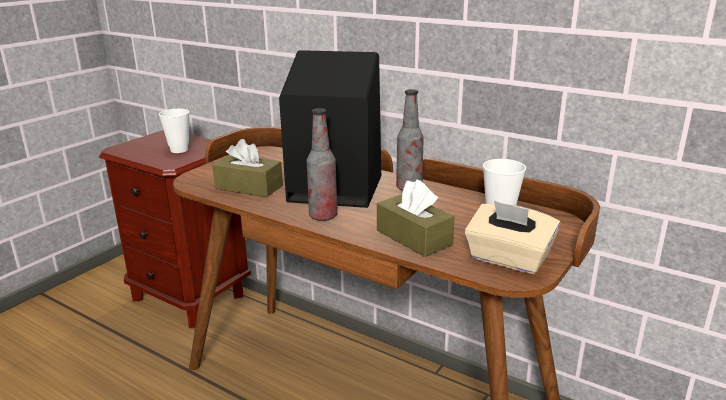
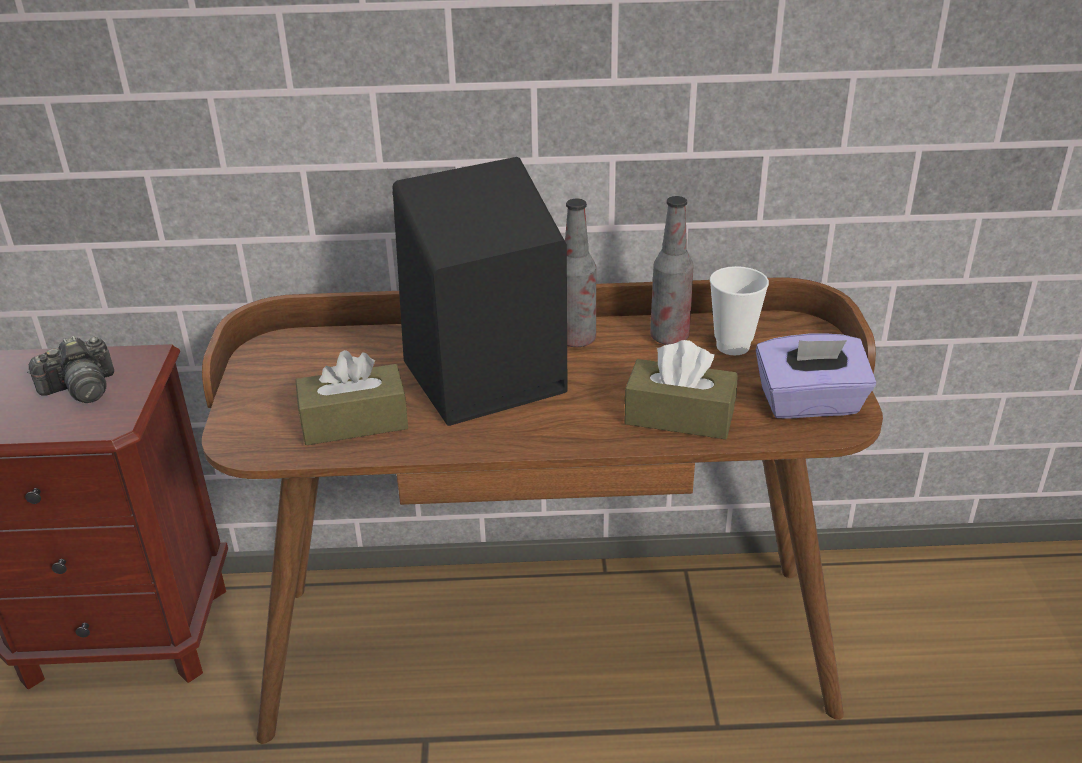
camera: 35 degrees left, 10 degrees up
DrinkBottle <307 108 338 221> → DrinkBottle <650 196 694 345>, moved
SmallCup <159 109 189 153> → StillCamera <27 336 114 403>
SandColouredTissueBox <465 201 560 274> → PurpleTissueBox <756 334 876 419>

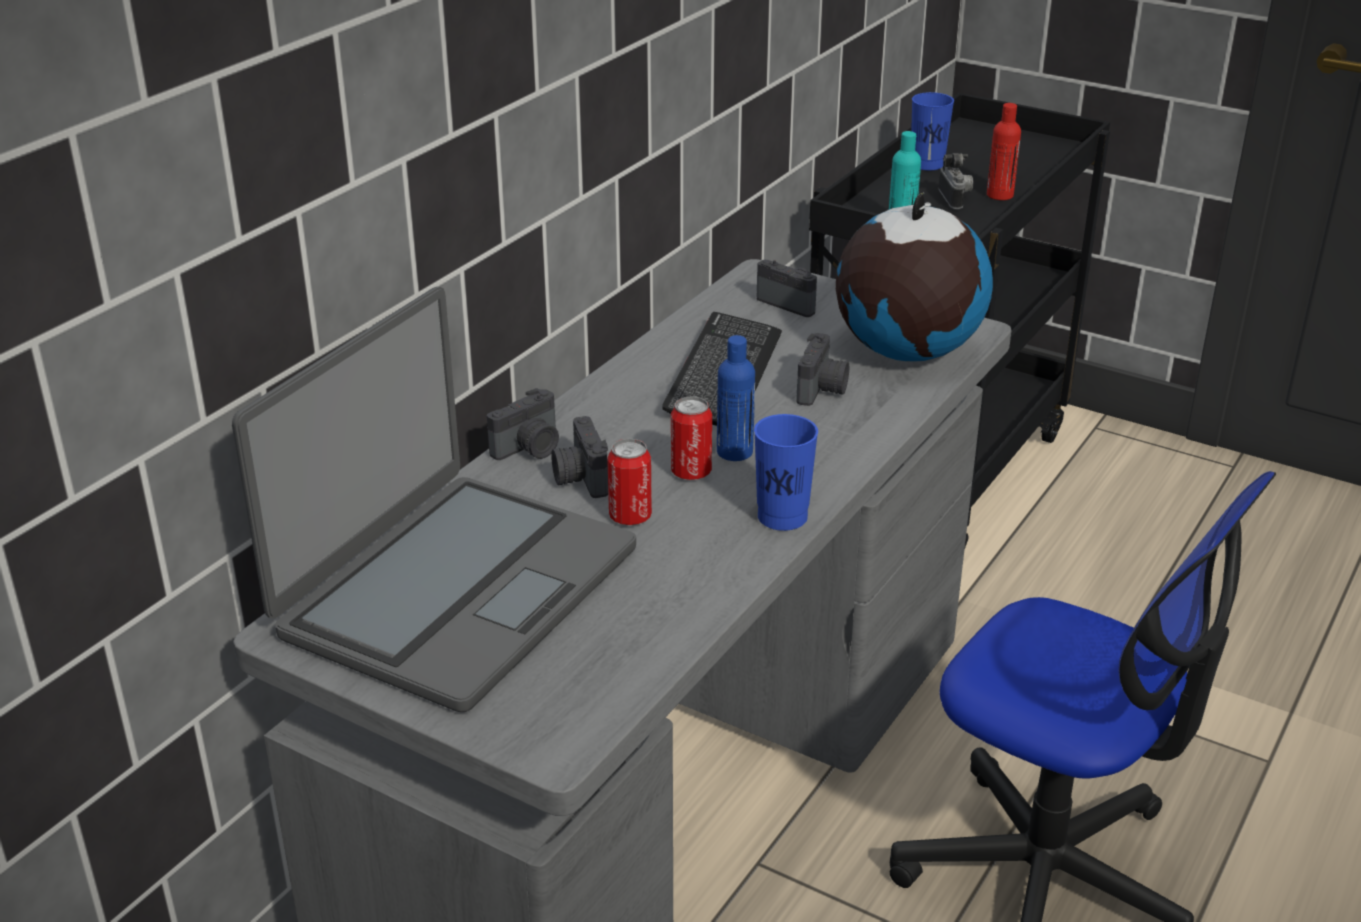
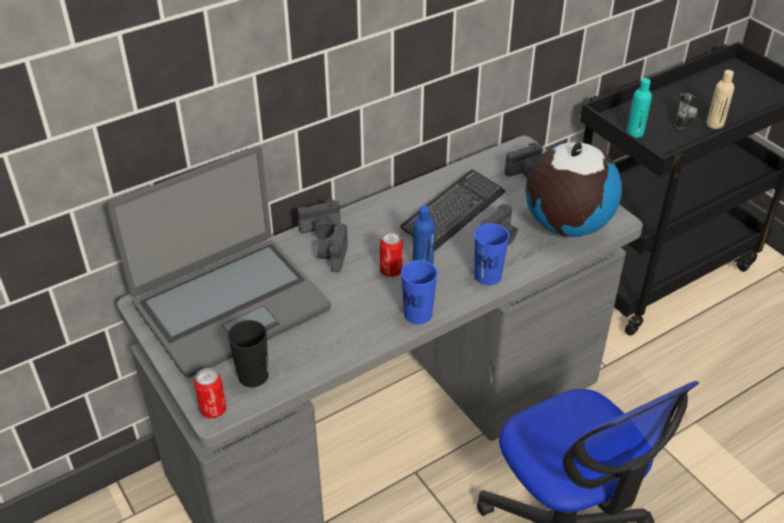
camera: 25 degrees right, 10 degrees up
- → BlackishSmallCup <228 320 269 387>
MetalCan <607 438 652 525> → MetalCan <194 368 226 418>, moved
BlueColouredSmallCup <911 92 954 171> → BlueColouredSmallCup <474 223 509 285>, moved
RedDrinkBottle <987 103 1021 200> → SandColouredDrinkBottle <706 70 734 129>
StillCamera <757 260 817 317> → StillCamera <505 142 543 178>, 90 degrees clockwise

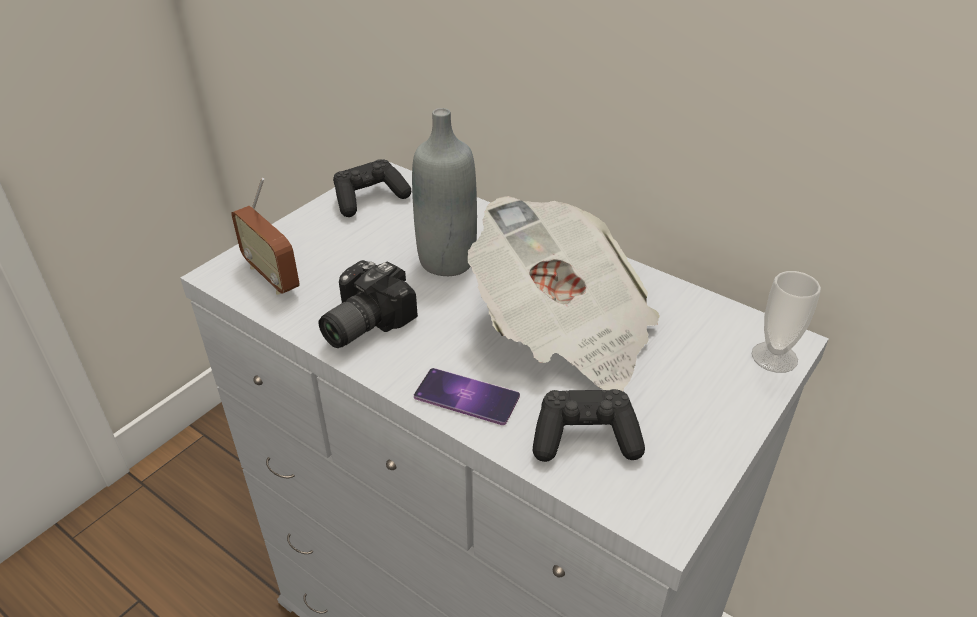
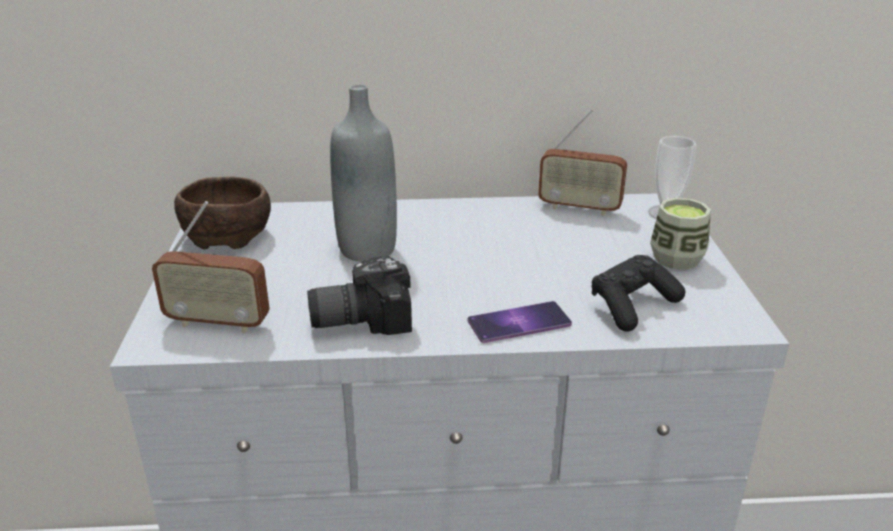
camera: 40 degrees left, 10 degrees down
PrintedPaper <468 196 660 391> → -
- → RadioSet <538 109 627 216>
- → SmallCup <650 198 711 270>
BlackishJoypad <333 159 411 217> → BrownServingBowl <174 176 271 249>
StillCamera <318 260 418 348> → StillCamera <307 256 412 335>, 75 degrees clockwise

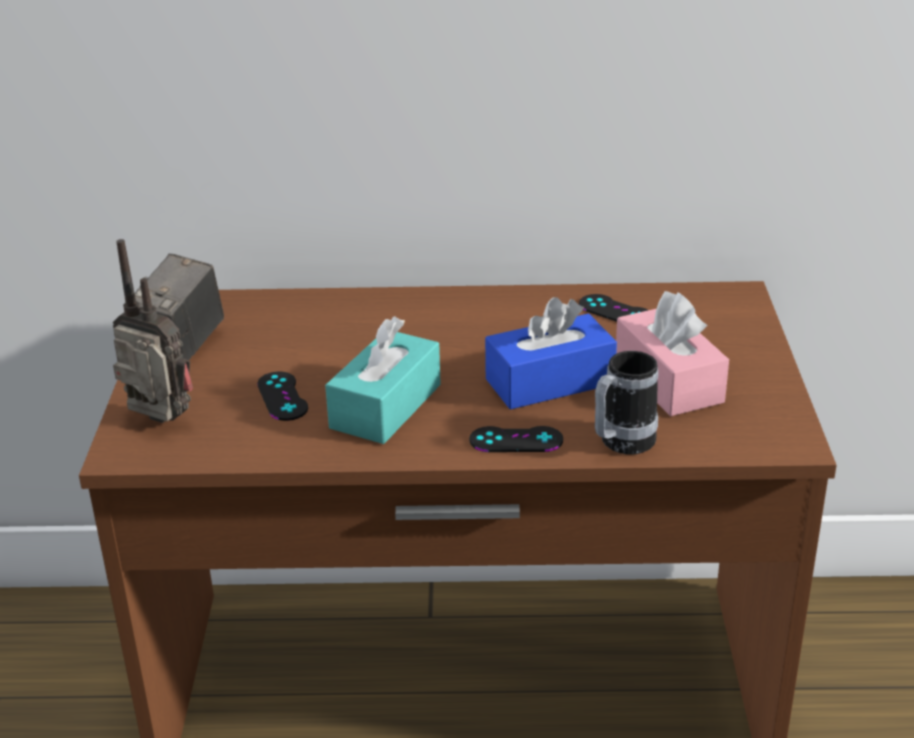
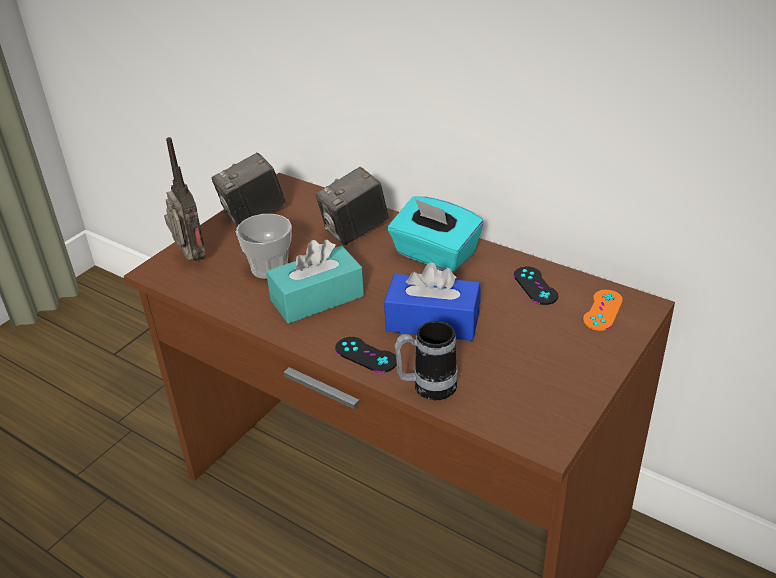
camera: 35 degrees right, 5 degrees up
PinkTissueBox <616 291 729 416> → -
- → StillCamera <315 167 389 246>
- → BlueGreenTissueBox <388 196 484 273>
- → OrangeColouredJoypad <583 290 623 331>
BlackishJoypad <257 372 308 421> → SmallCup <236 214 292 279>

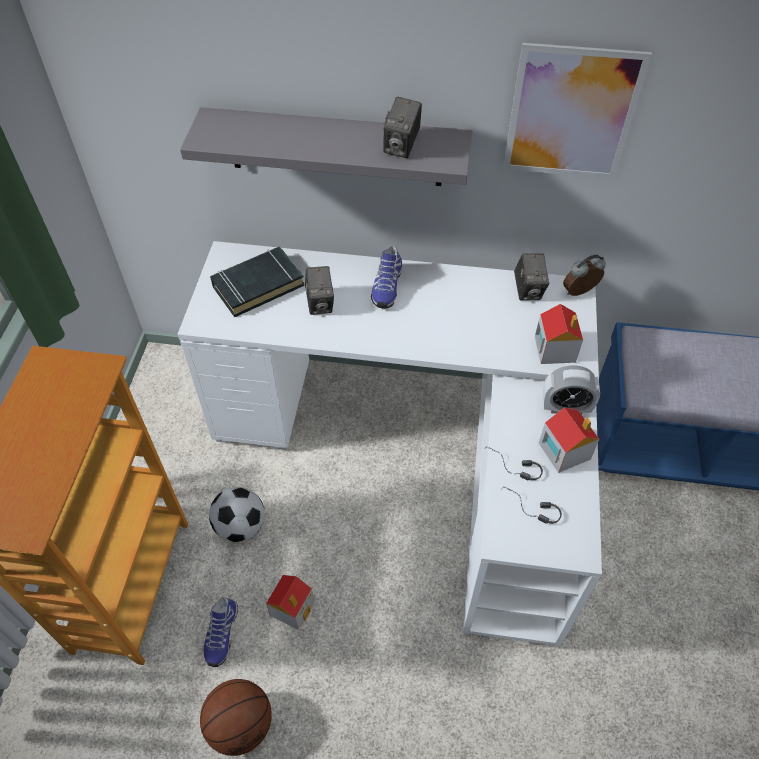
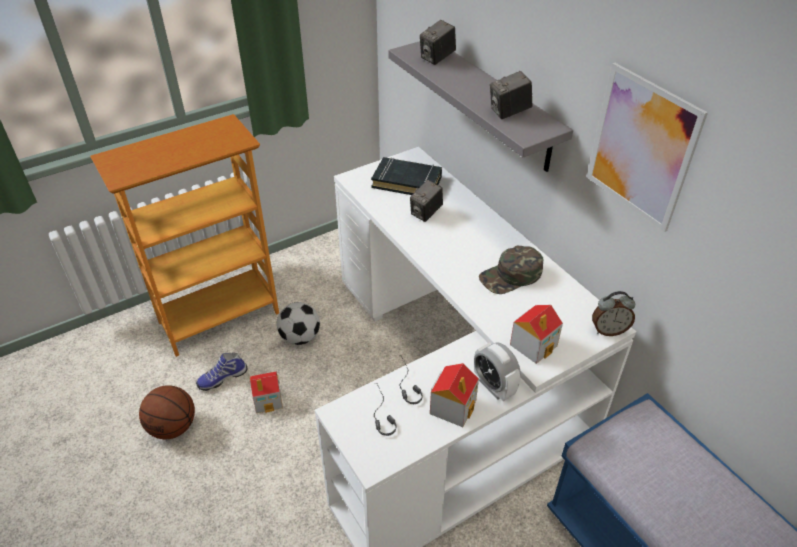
camera: 50 degrees right, 10 degrees down
Shoe <371 245 402 308> → -
- → GreenColouredPeakedCap <479 245 543 294>
StillCamera <514 254 549 300> → StillCamera <420 20 456 65>, moved
BedsideClock <563 255 606 296> → BedsideClock <592 291 635 336>, 150 degrees clockwise

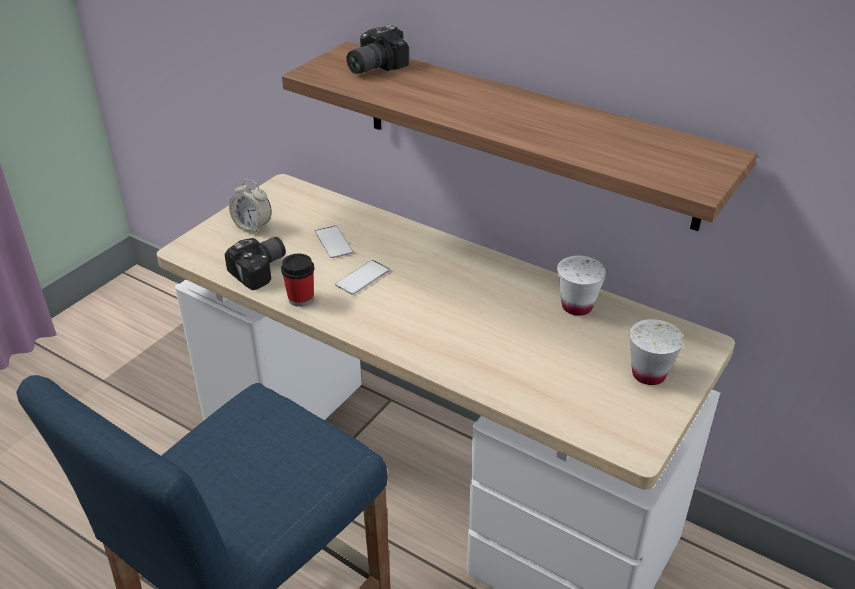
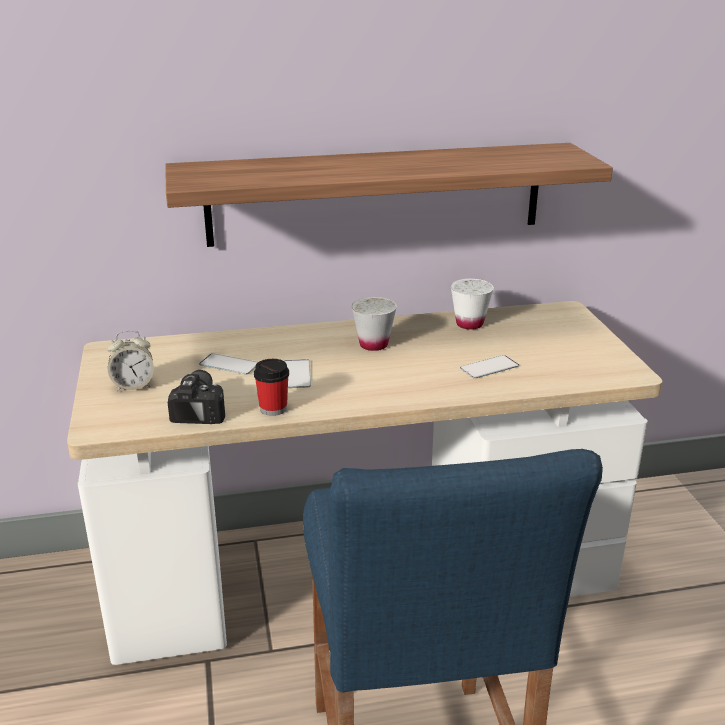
camera: 45 degrees left, 10 degrees down
StillCamera <346 25 409 74> → -
- → Telephone <460 355 519 379>
WhiteColouredSmallCup <629 319 684 385> → WhiteColouredSmallCup <352 297 397 351>, moved

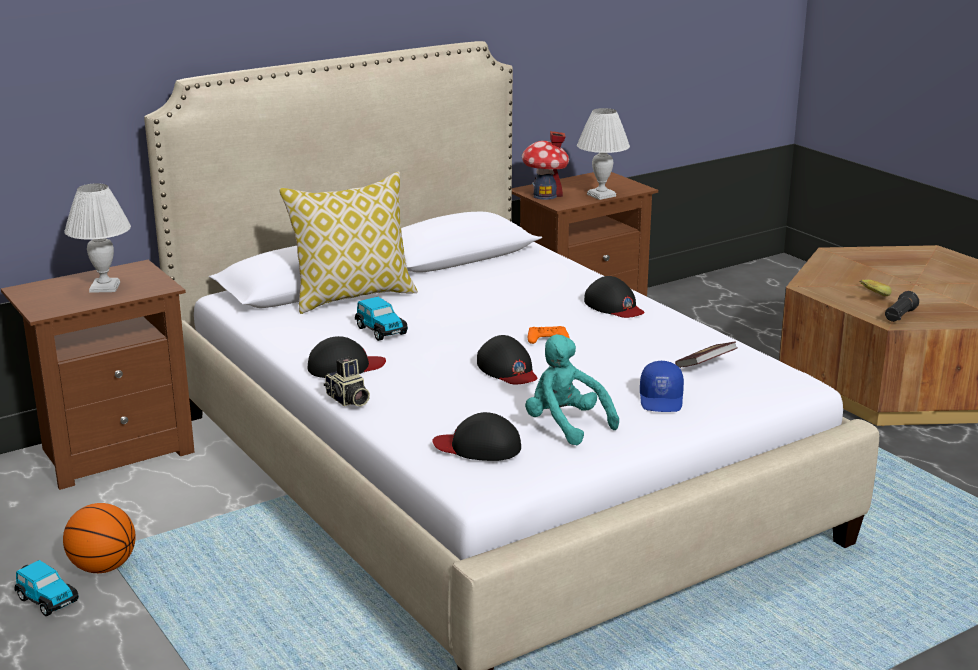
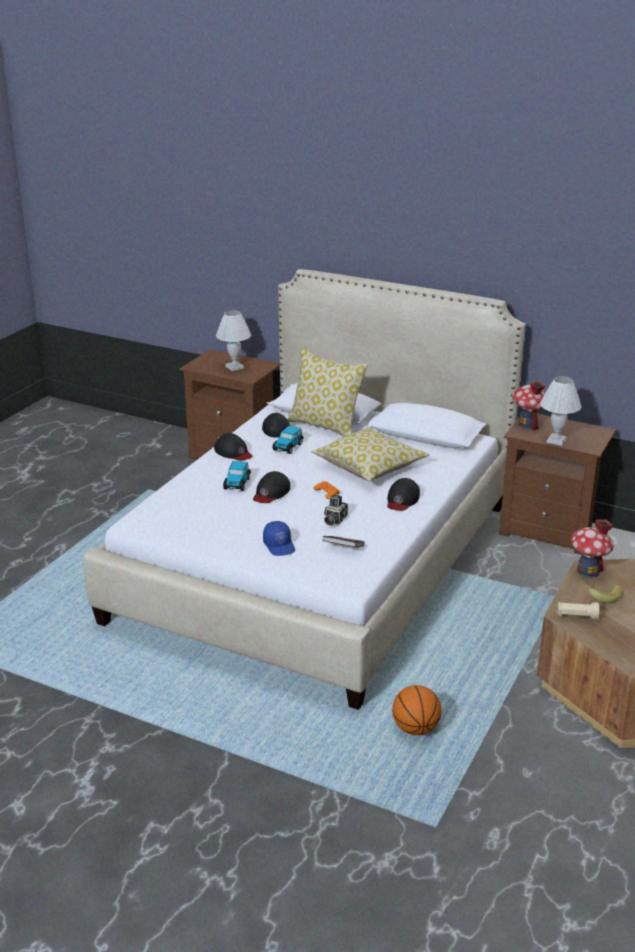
camera: 60 degrees right, 5 degrees up
BlueGreenSoftToy <525 334 619 446> → -
- → ThrowPillow <311 427 429 482>
- → ModelHouse <571 520 614 578>
ModelCar <14 560 79 616> → ModelCar <223 461 251 491>, moved
Basketball <63 503 136 573> → Basketball <392 685 442 735>, moved
StillCamera <324 357 370 407> → StillCamera <324 495 348 526>, moved
BlackishPeakedCap <433 412 521 461> → BlackishPeakedCap <262 413 290 438>, moved
BlackishFlashlight <885 291 919 322> → SandColouredFlashlight <557 602 600 620>
BlueColouredPeakedCap <640 361 684 412> → BlueColouredPeakedCap <263 521 295 556>, 90 degrees counterclockwise

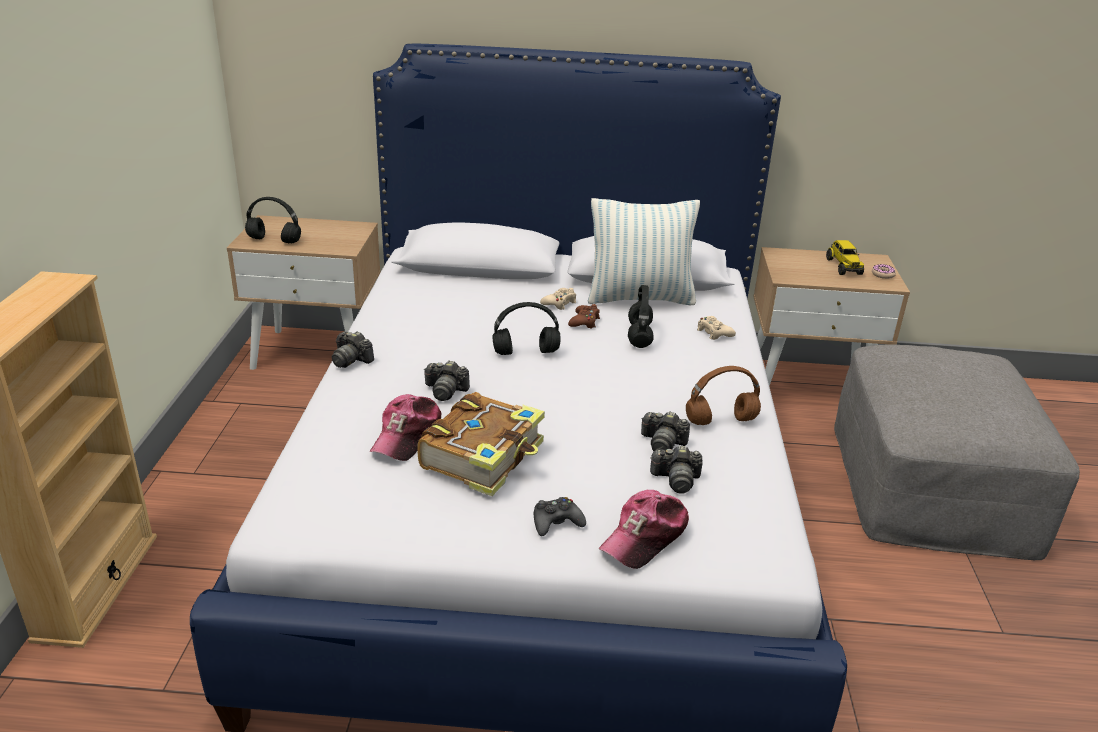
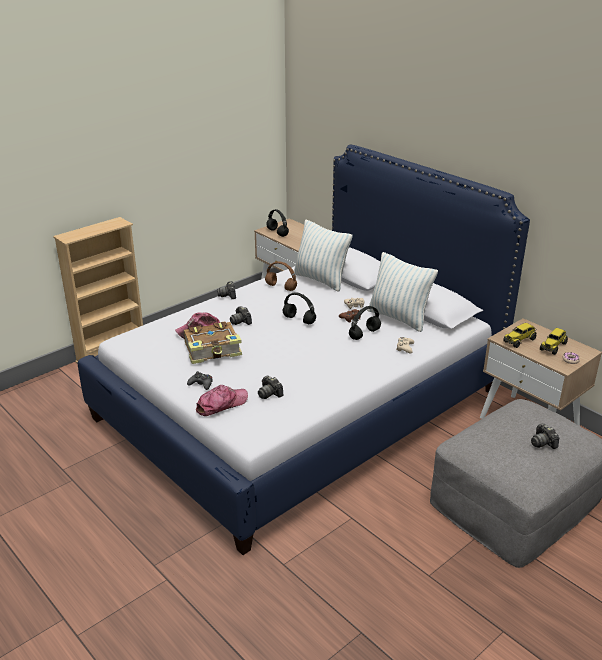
camera: 45 degrees right, 0 degrees up
- → ThrowPillow <294 219 353 292>
- → ModelTruck <503 323 536 348>
StillCamera <641 411 690 451> → StillCamera <531 423 559 449>, moved
BrownHeadset <686 366 761 425> → BrownHeadset <265 261 297 291>, moved
PeakedCap <599 490 689 569> → PeakedCap <196 385 248 416>, 150 degrees clockwise

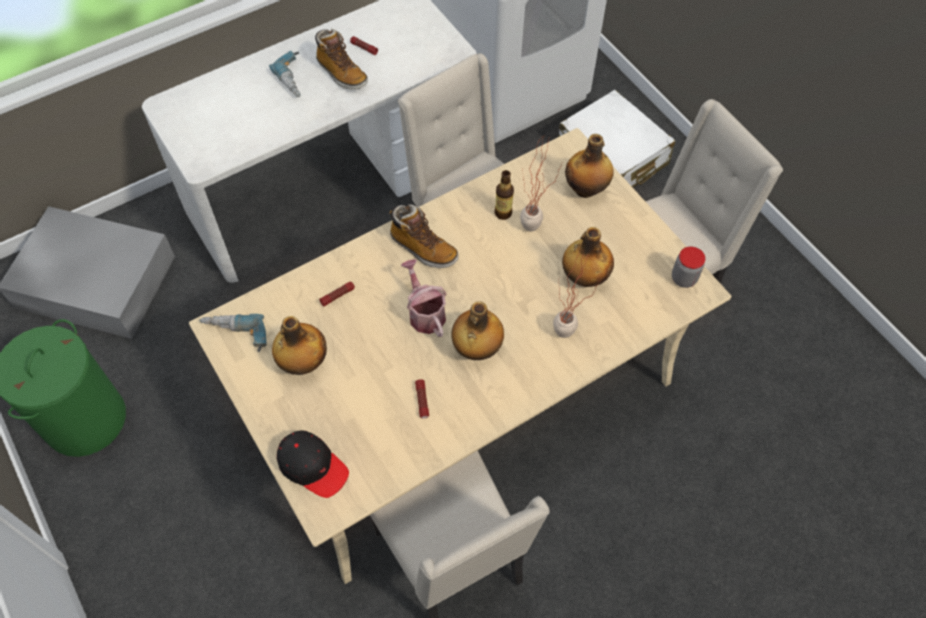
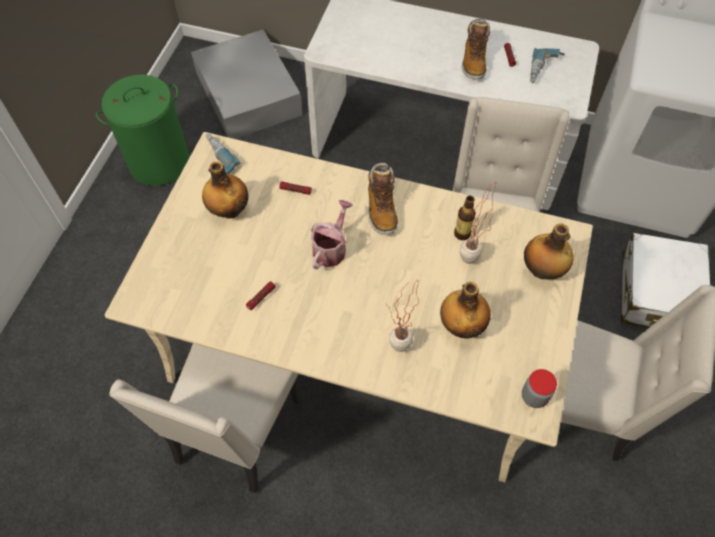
camera: 50 degrees right, 0 degrees up
BlackishPeakedCap <277 430 349 498> → -
DrinkBottle <451 301 504 360> → -
PowerDrill <269 51 301 97> → PowerDrill <530 48 565 83>, moved

